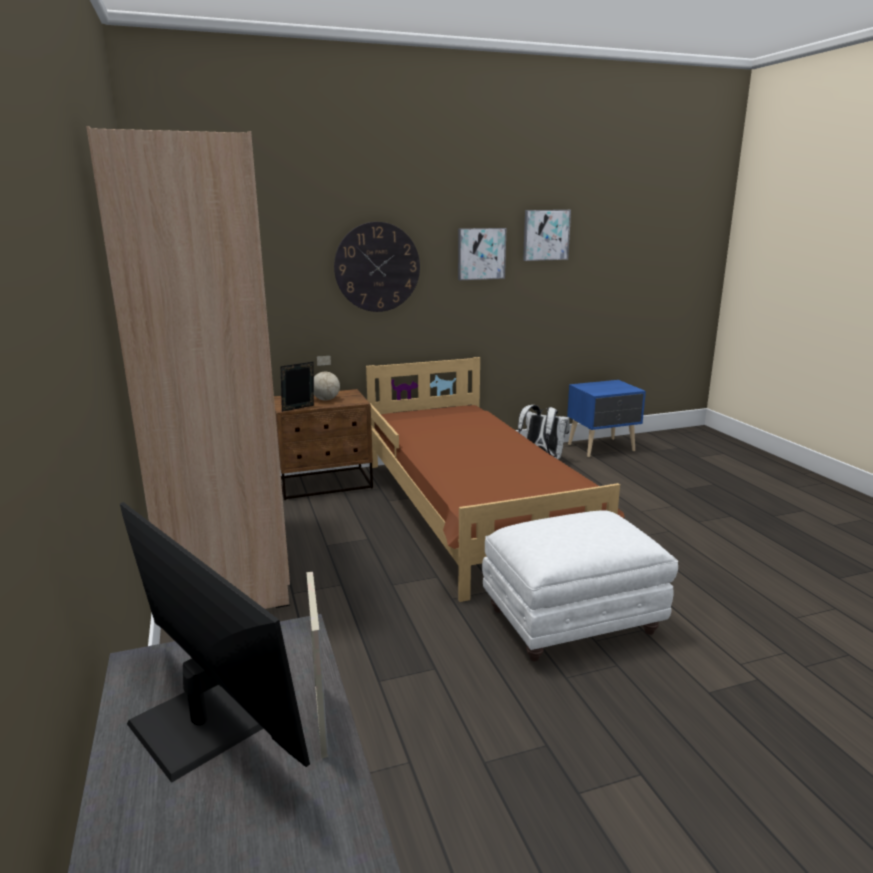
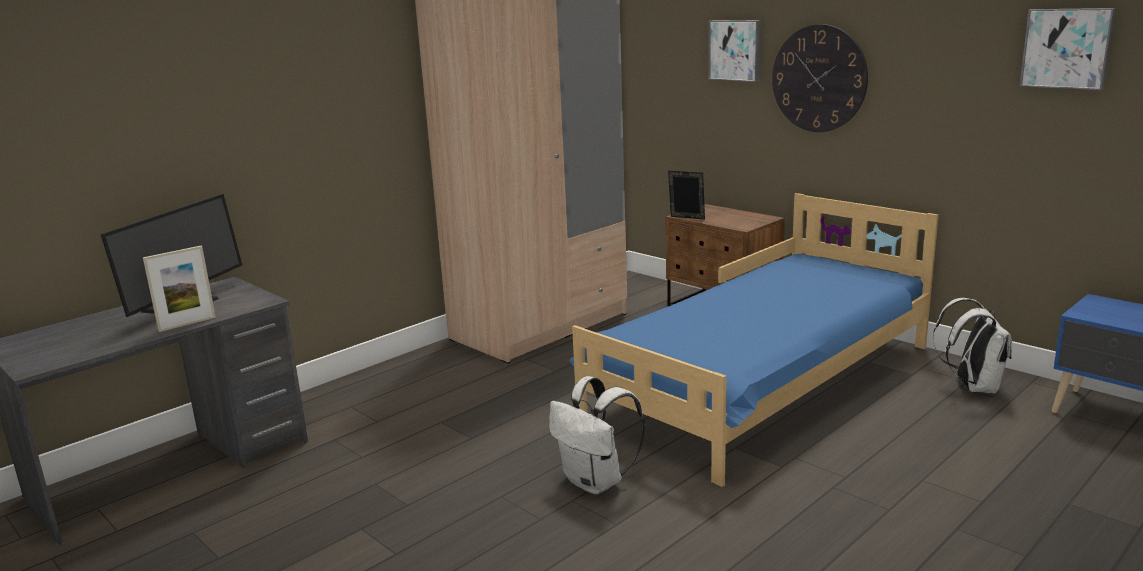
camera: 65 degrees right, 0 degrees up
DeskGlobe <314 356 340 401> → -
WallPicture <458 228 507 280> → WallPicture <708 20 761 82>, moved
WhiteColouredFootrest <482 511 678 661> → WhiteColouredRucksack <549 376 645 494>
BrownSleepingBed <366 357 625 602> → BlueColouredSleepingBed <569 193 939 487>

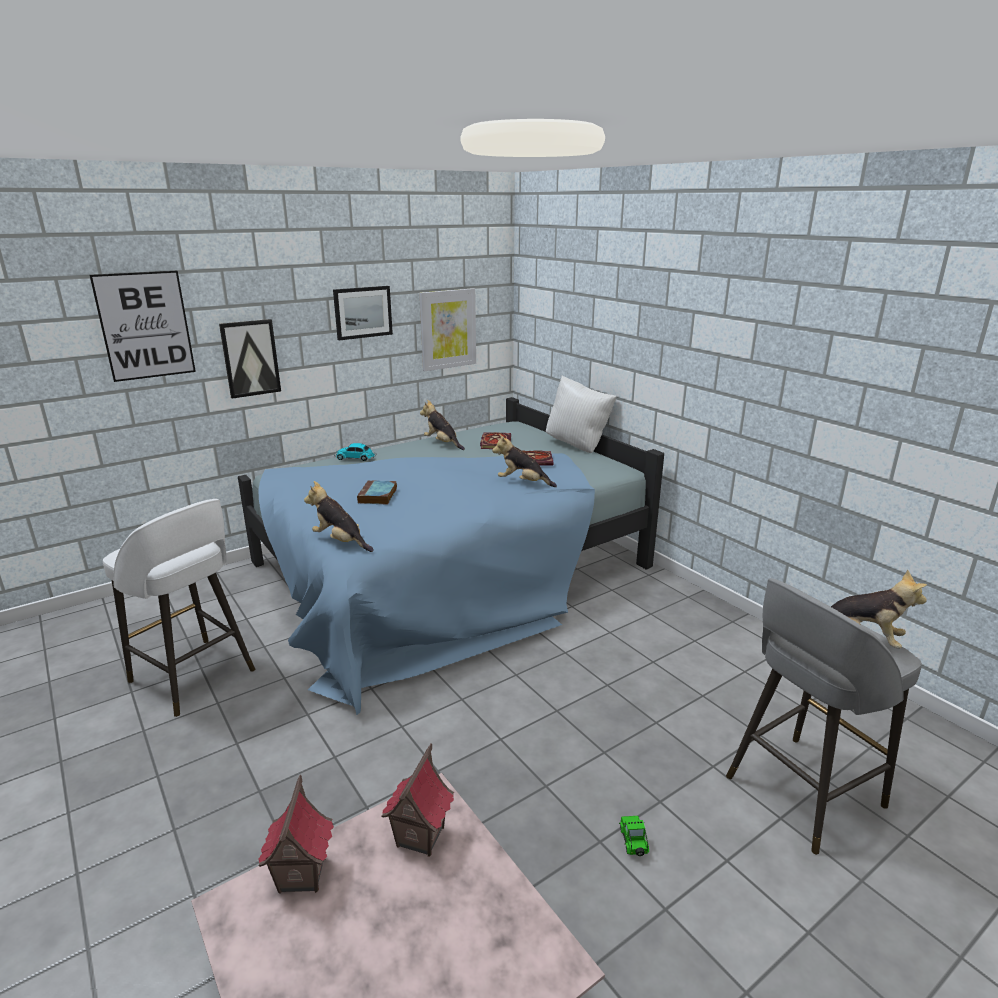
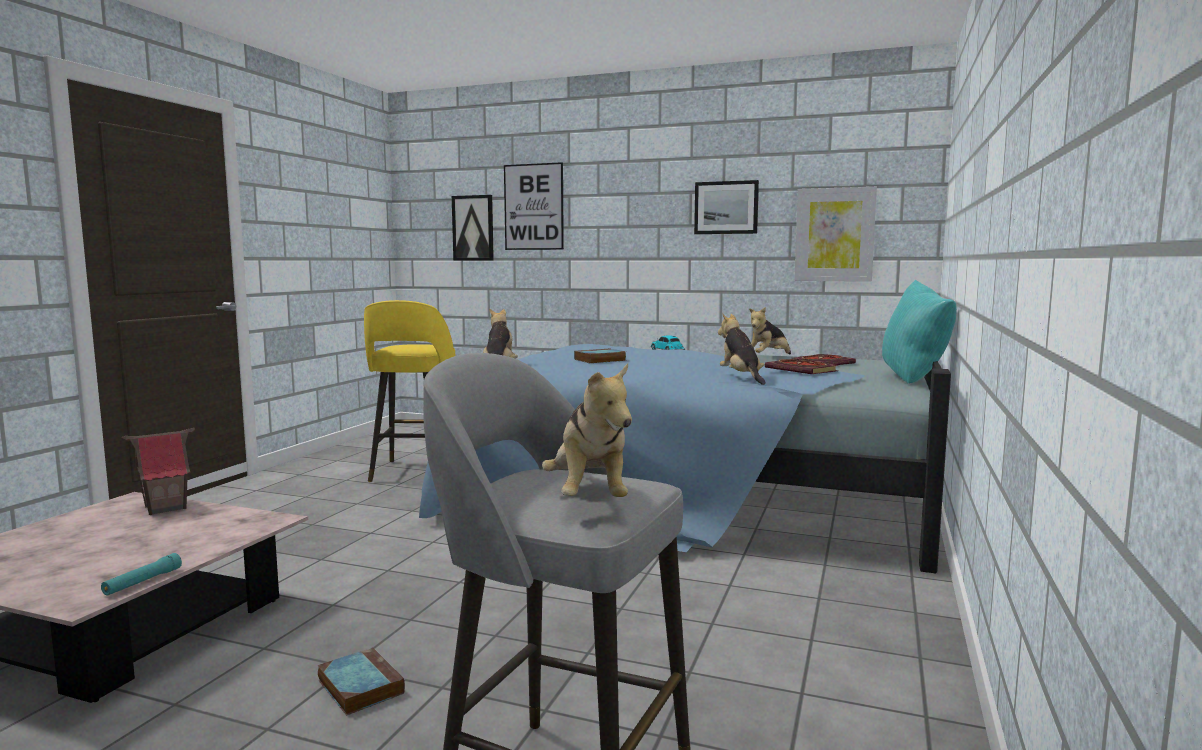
camera: 55 degrees right, 15 degrees down
ModelHouse <382 743 454 856> → -
- → BlueGreenFlashlight <101 553 182 595>
WallPicture <219 319 281 399> → WallPicture <452 195 494 261>, moved
ModelCar <619 816 649 856> → BoundBook <318 647 405 715>
WhiteColouredStool <103 499 255 717> → YellowishStool <364 300 455 482>
WhiteColouredThrowPillow <546 375 617 453> → BlueGreenThrowPillow <882 279 957 384>
SoftToy <420 400 465 450> → SoftToy <749 307 791 354>, 135 degrees counterclockwise

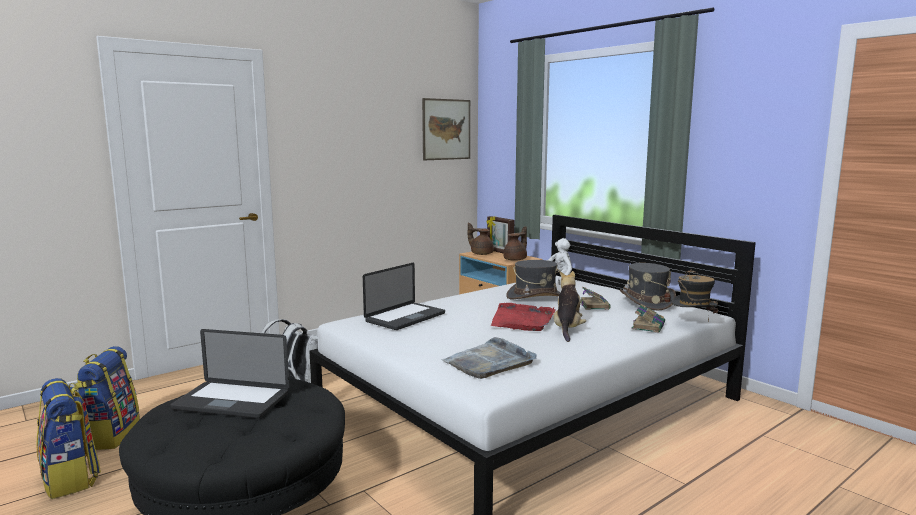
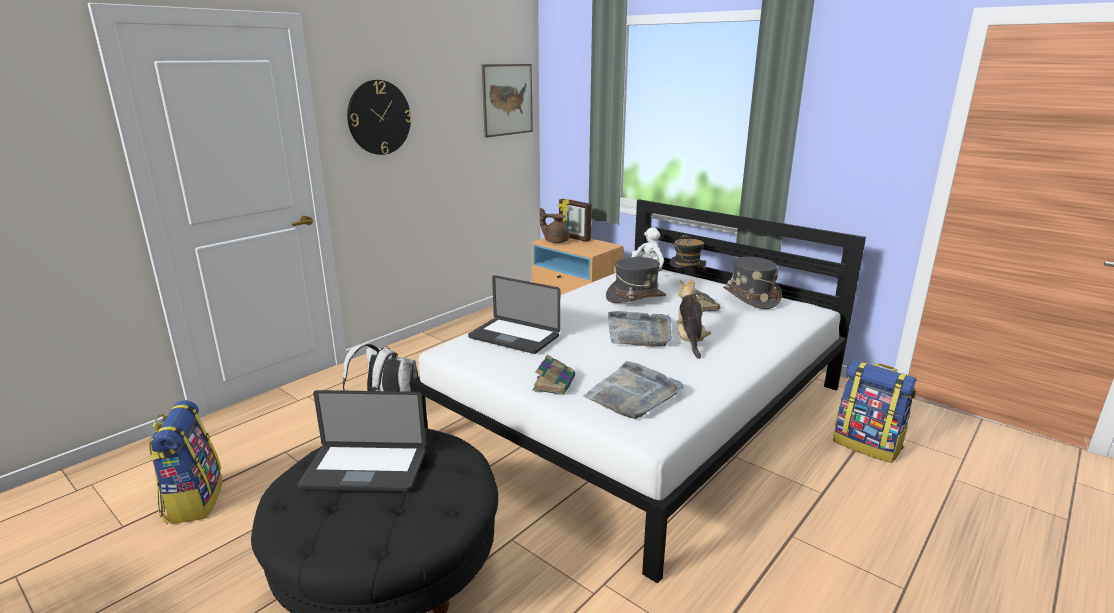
camera: 10 degrees left, 10 degrees up
BrownTeapot <503 226 527 261> → -
- → HangingClock <347 80 412 155>
Rucksack <36 378 101 499> → Rucksack <833 360 917 463>, moved
BoundBook <631 304 665 333> → BoundBook <533 354 575 395>, moved
WearableHat <672 270 718 321> → WearableHat <669 234 707 271>, moved
RedTray <491 303 556 331> → GreyTray <608 311 672 347>
PortableComputer <363 263 445 330> → PortableComputer <468 275 560 354>, 90 degrees clockwise

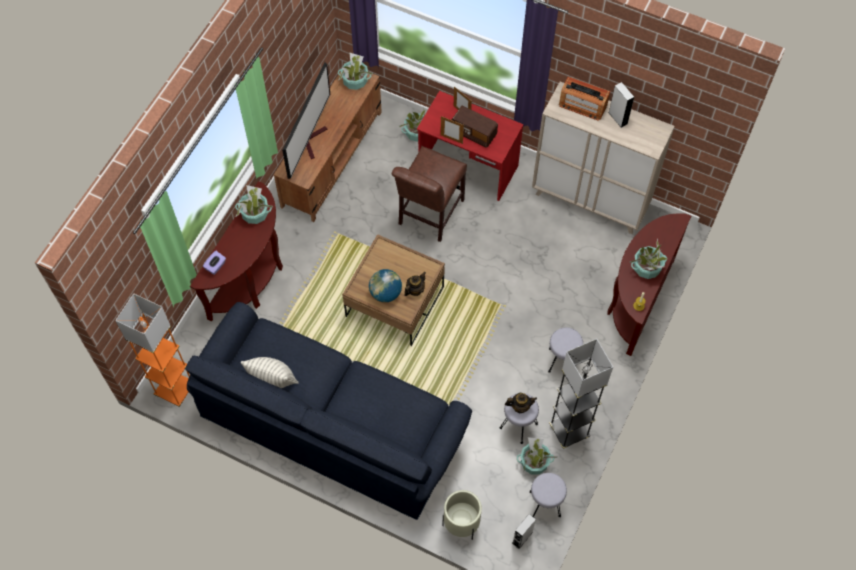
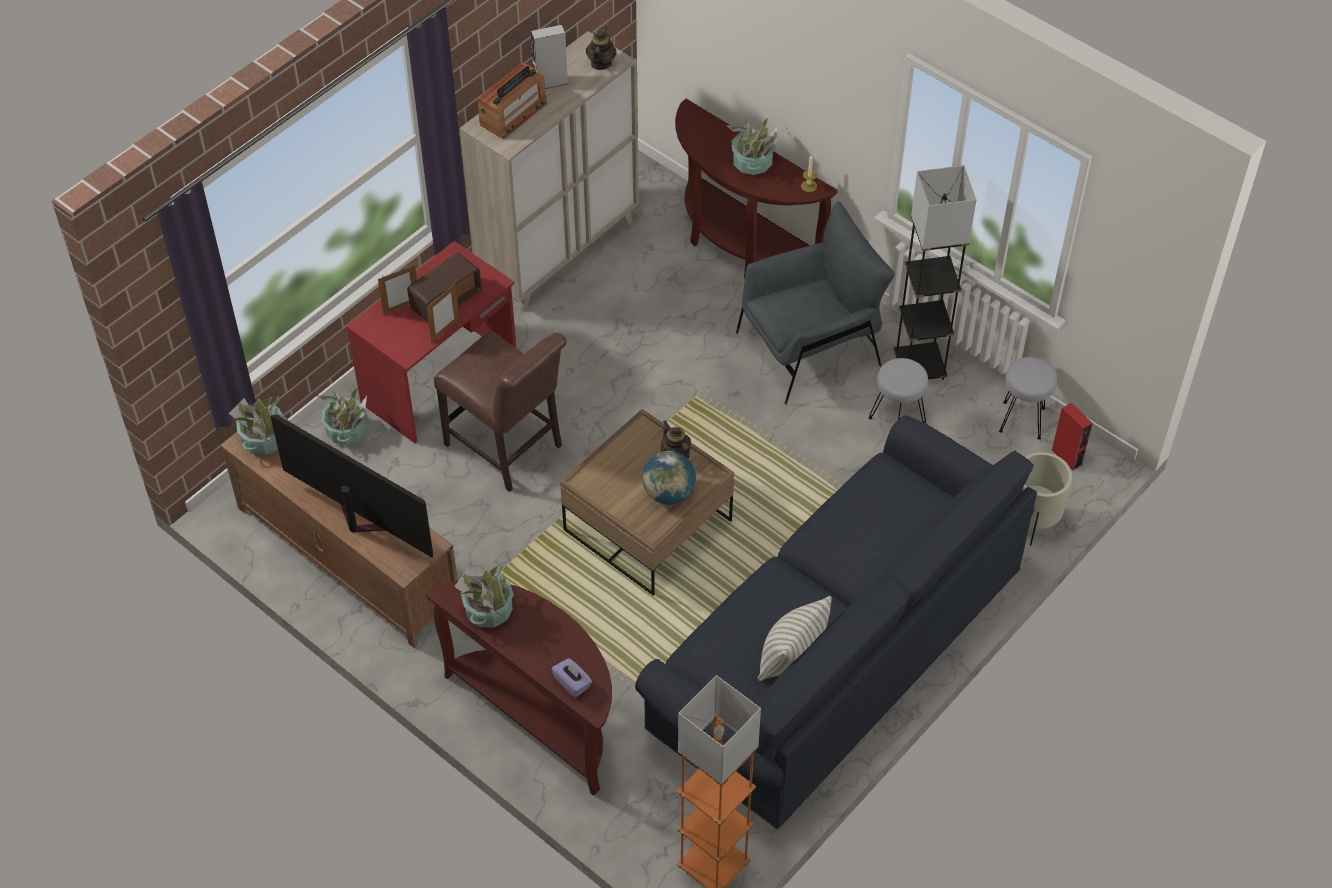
camera: 75 degrees left, 10 degrees down
PottedPlant <517 437 558 474> → -
Teapot <505 393 537 413> → Teapot <586 26 617 70>, moved
GreyStool <548 327 583 373> → GreyEasyChair <736 201 895 404>
GreySpeaker <512 514 536 549> → RedSpeaker <1051 403 1093 471>

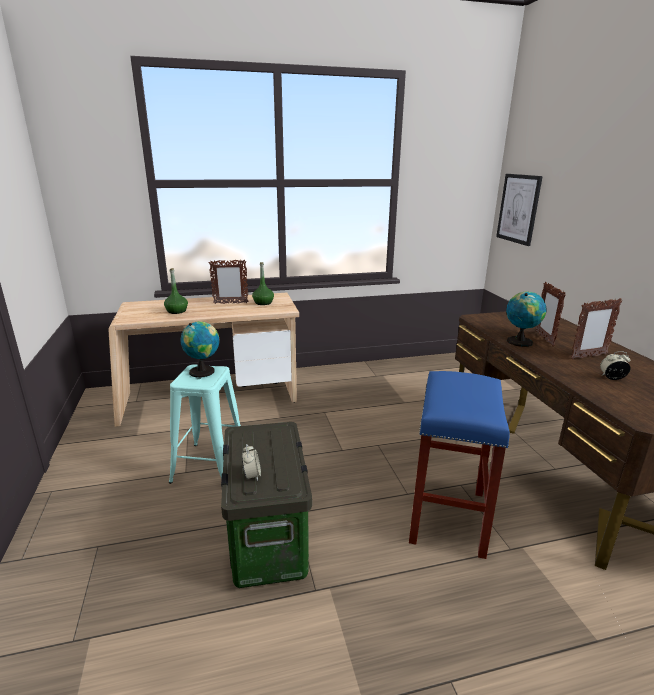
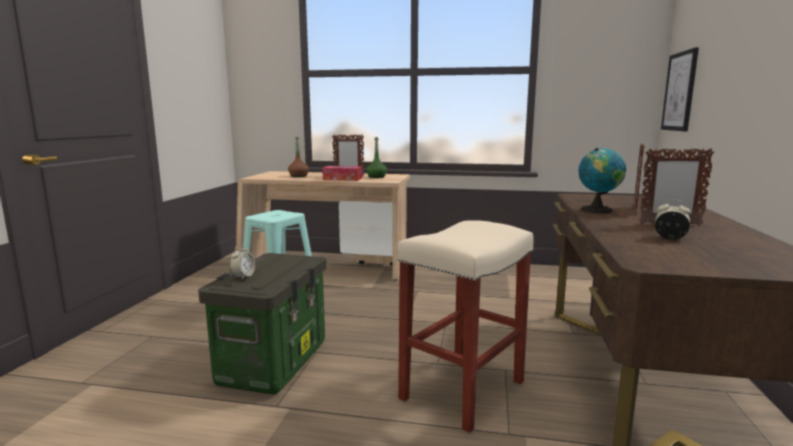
camera: 25 degrees right, 10 degrees down
DeskGlobe <180 321 220 378> → -
- → TissueBox <322 166 362 181>
GreenColouredDrinkBottle <164 268 188 314> → BrownDrinkBottle <288 137 309 177>
BlueColouredStool <409 371 510 559> → SandColouredStool <397 220 534 433>

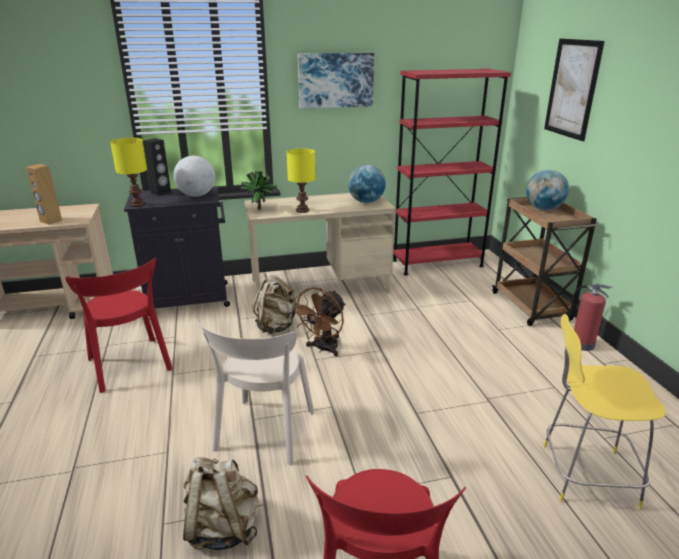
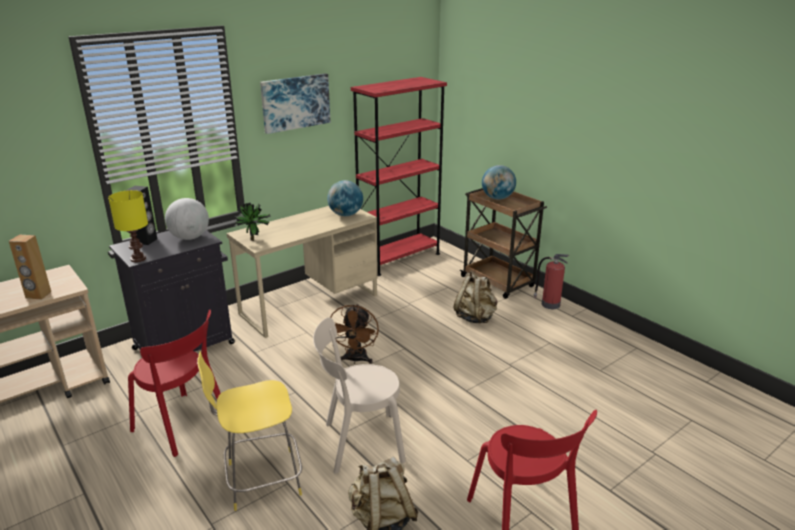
camera: 25 degrees left, 0 degrees up
YellowishTableLamp <287 148 316 213> → -
WallPicture <544 39 605 141> → -
SandColouredRucksack <252 273 298 334> → SandColouredRucksack <454 271 497 323>, moved
YellowishStool <543 314 666 510> → YellowishStool <197 351 302 511>, moved
SandColouredPlainChair <196 319 314 466> → SandColouredPlainChair <313 317 406 474>, 90 degrees clockwise

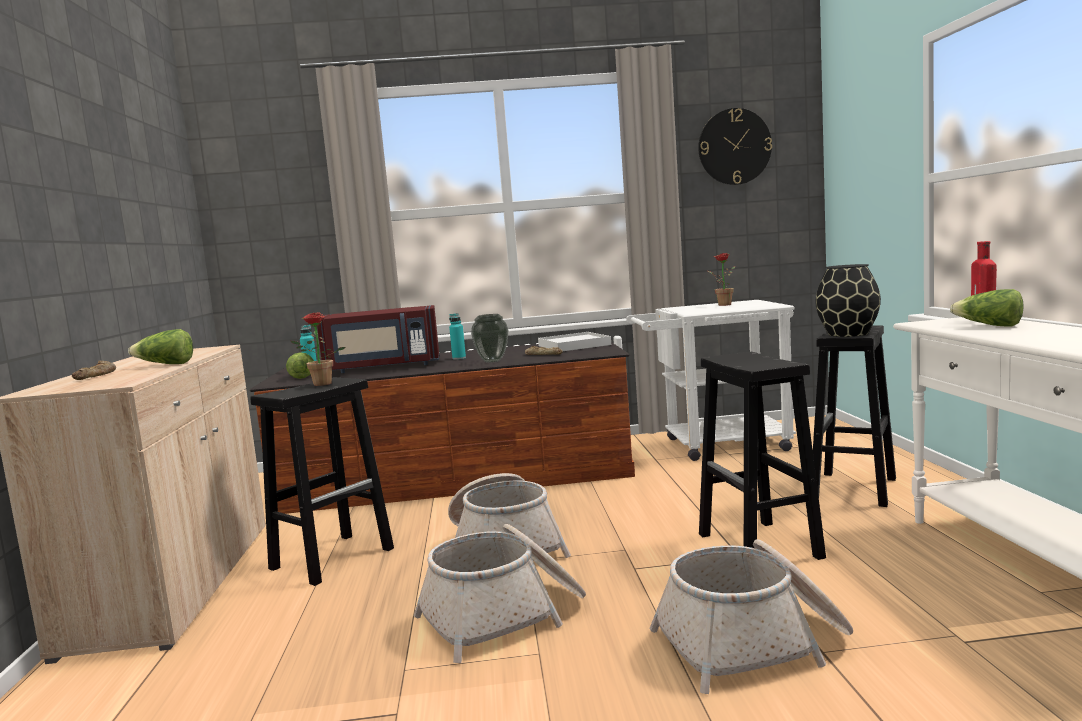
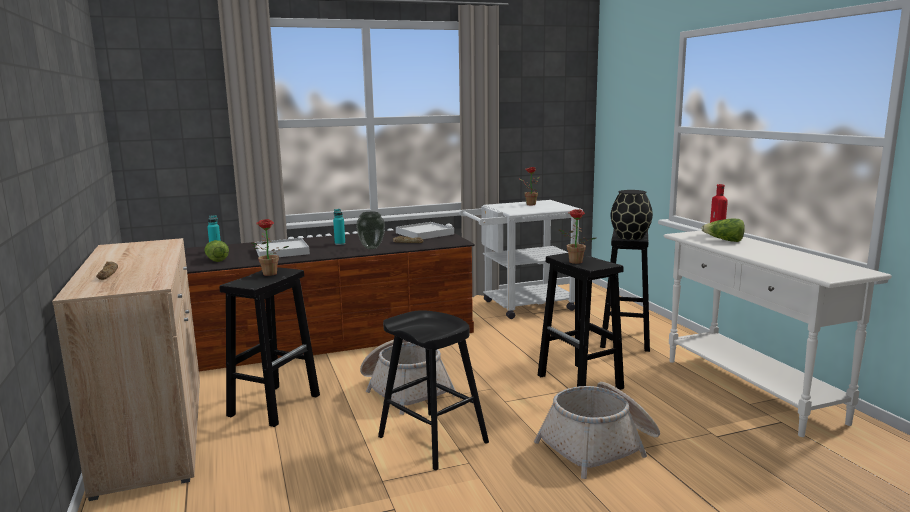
camera: 15 degrees left, 5 degrees up
Lettuce <128 329 193 364> → -
HangingClock <698 108 772 185> → -
- → PottedPlant <558 209 596 264>
RedKitchenMicrowave <317 305 439 373> → WhiteColouredTray <255 238 310 257>
Basket <414 524 586 663> → BlackishStool <378 310 489 470>

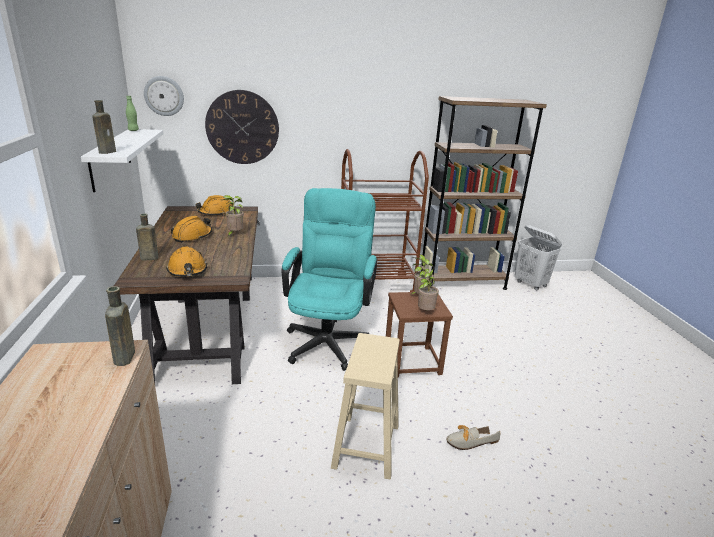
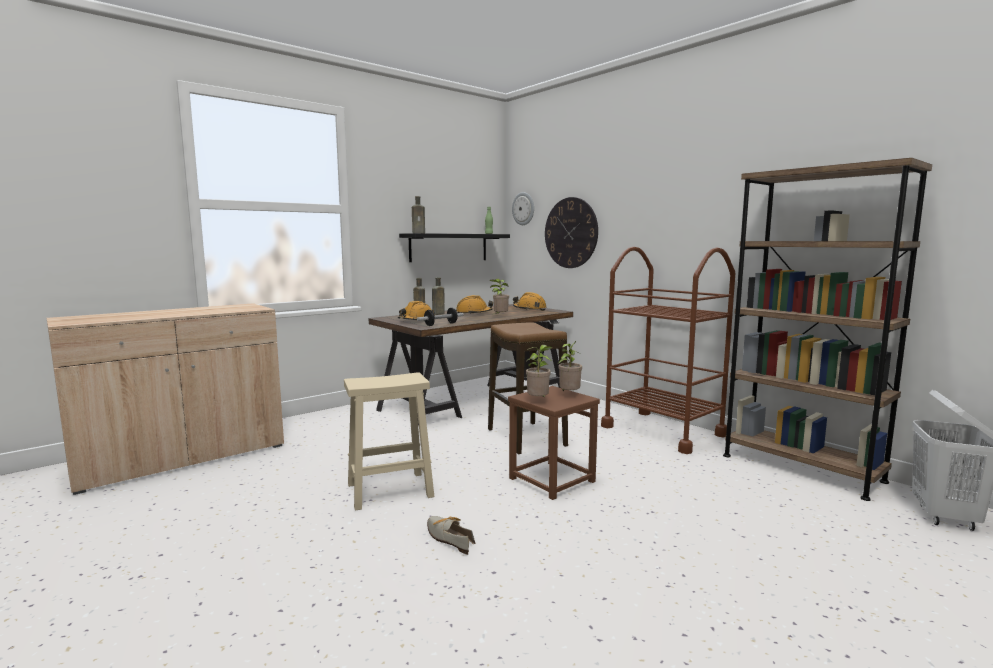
camera: 60 degrees right, 15 degrees down
- → HandWeight <417 308 463 326>
BrownDrinkBottle <105 286 135 366> → BrownDrinkBottle <432 277 445 315>, moved
BlueGreenDeskChair <281 188 378 371> → Stool <488 322 568 455>
WhiteColouredWallShelf <81 129 163 192> → BlackishWallShelf <399 233 510 262>

